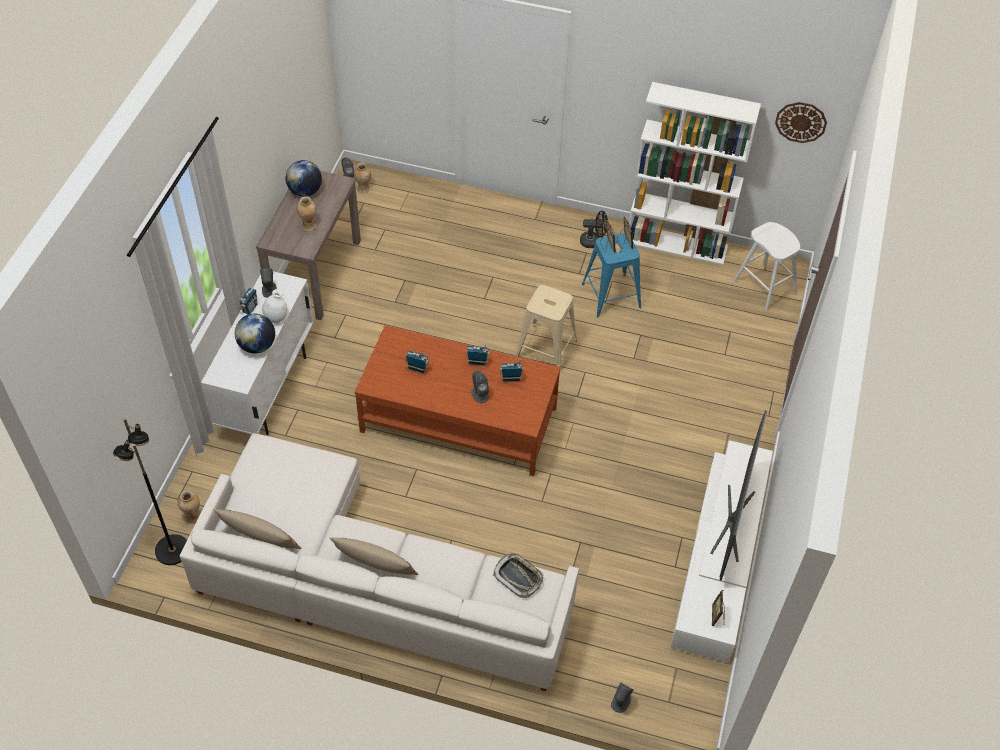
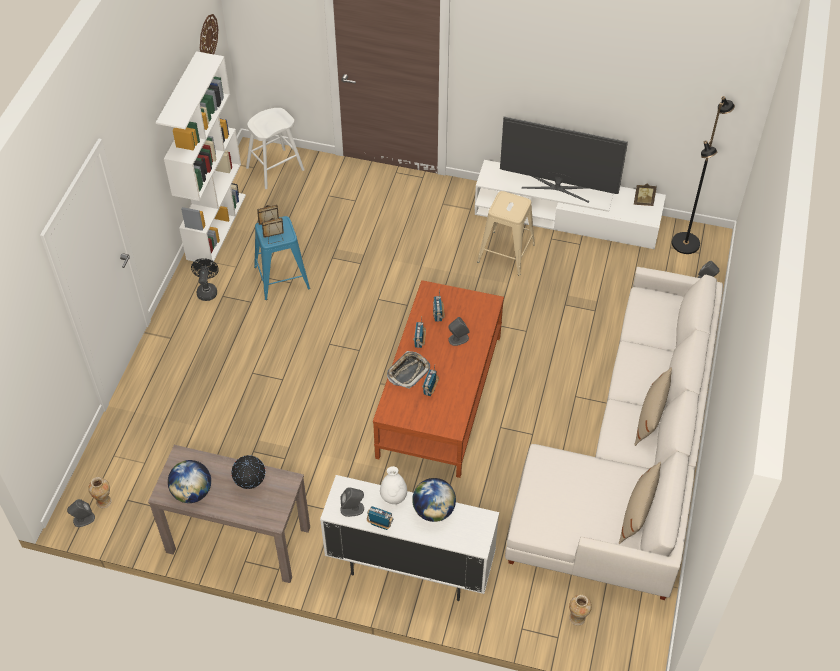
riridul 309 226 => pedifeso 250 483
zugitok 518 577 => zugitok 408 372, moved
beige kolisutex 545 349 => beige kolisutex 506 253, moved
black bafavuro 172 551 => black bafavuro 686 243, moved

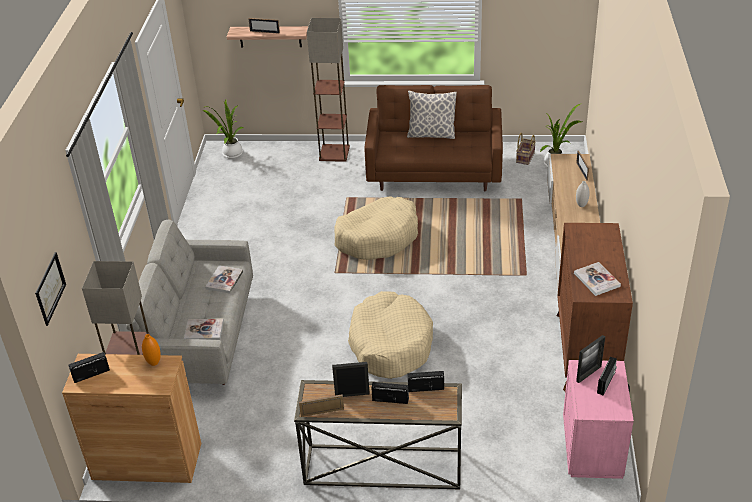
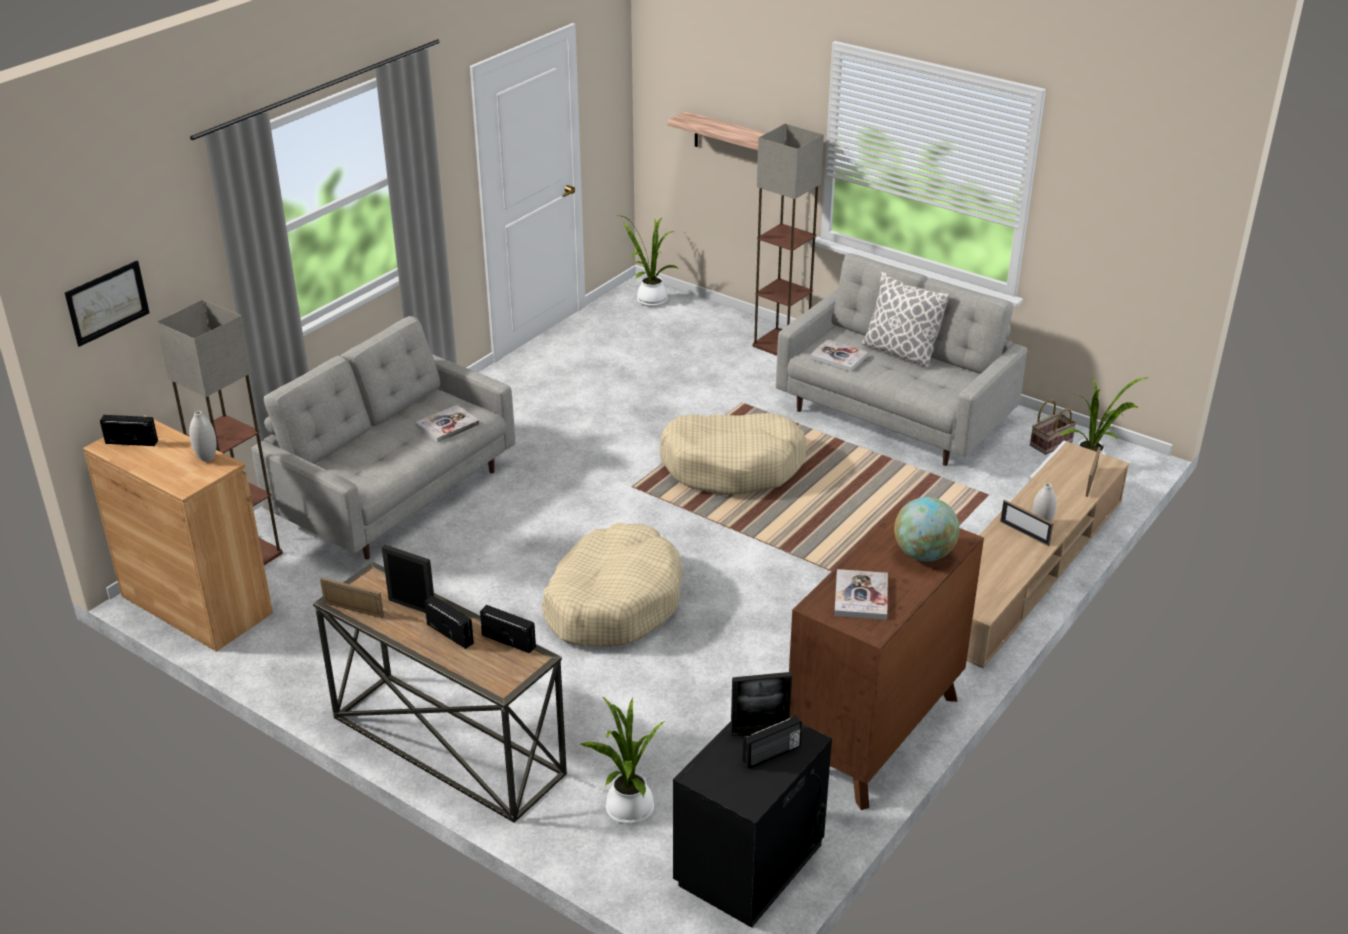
orange riridul 154 363 => white riridul 207 458
nothing => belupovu 627 811
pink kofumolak 593 448 => black kofumolak 751 865
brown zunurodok 435 173 => grey zunurodok 895 416
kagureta 204 331 => kagureta 838 357, moved
nothing => pedifeso 923 554
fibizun 264 32 => fibizun 1024 533, moved

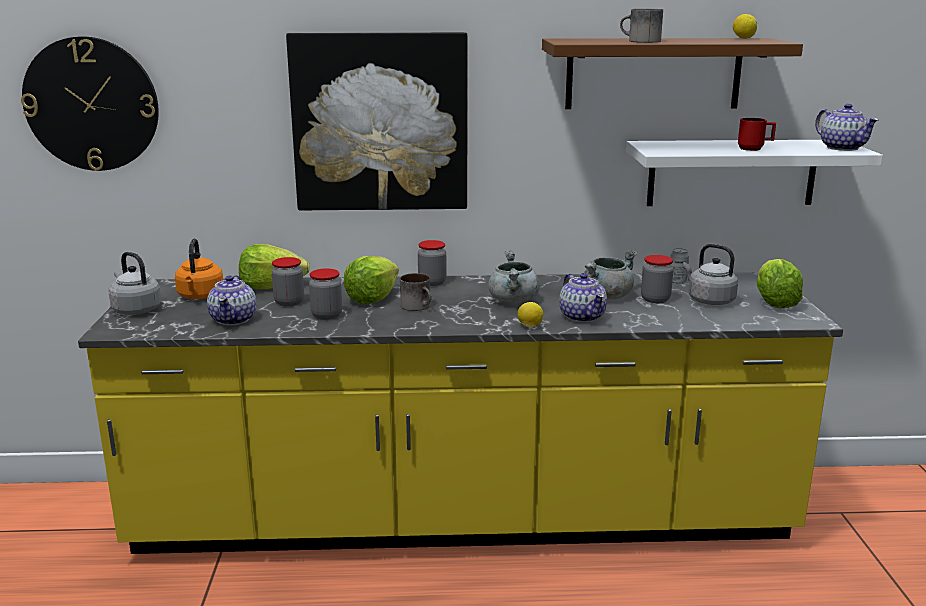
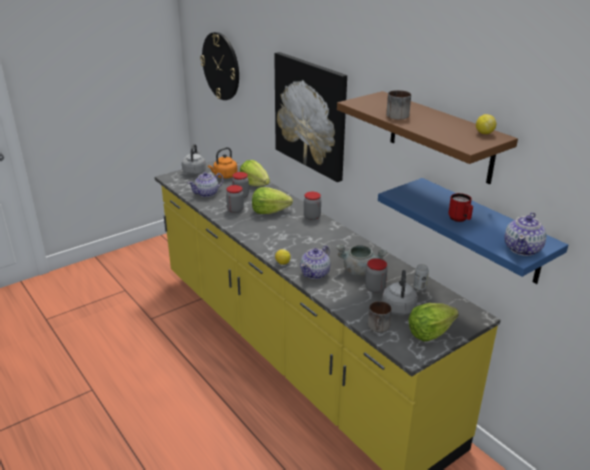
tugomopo 419 306 => tugomopo 379 327, moved
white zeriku 732 172 => blue zeriku 484 231
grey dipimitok 513 300 => nothing

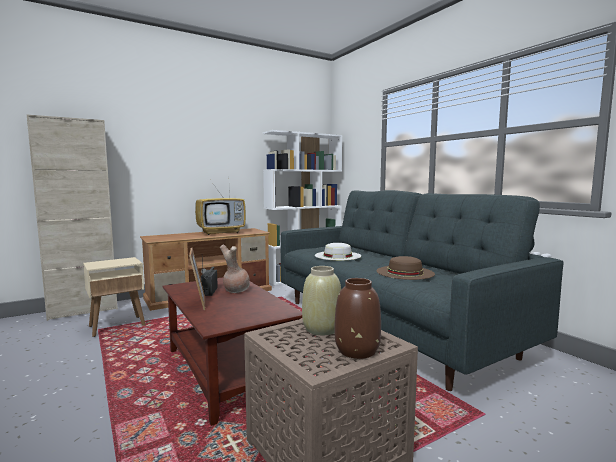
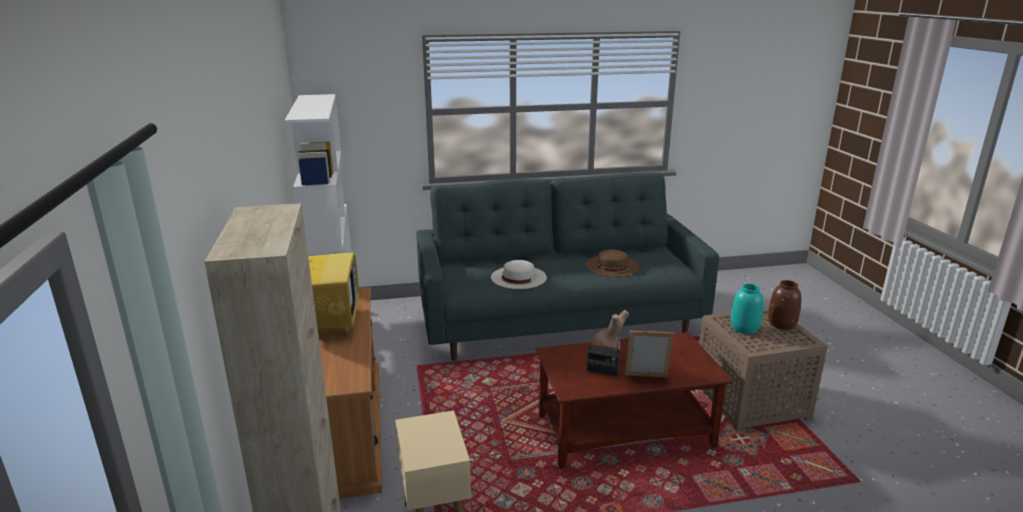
beige riridul 321 329 => turquoise riridul 744 328

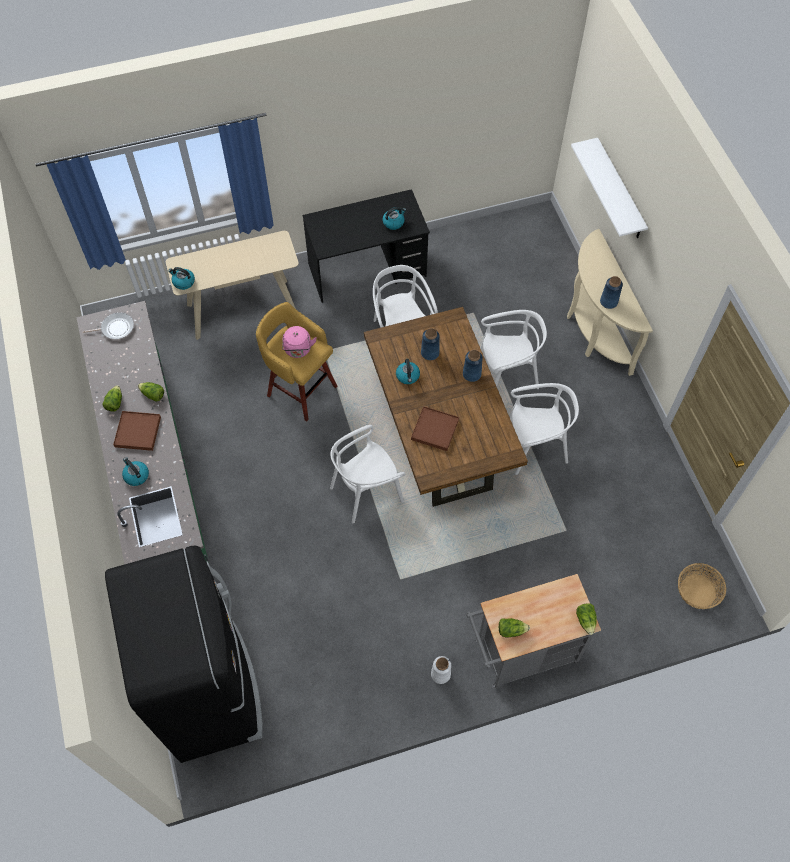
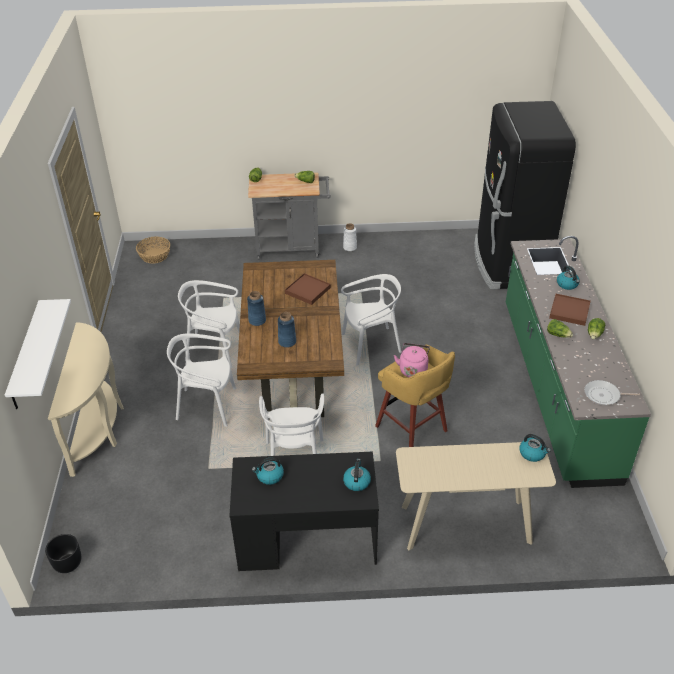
nothing => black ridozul 67 563
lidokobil 408 376 => lidokobil 356 482, moved
blue riridul 608 302 => nothing

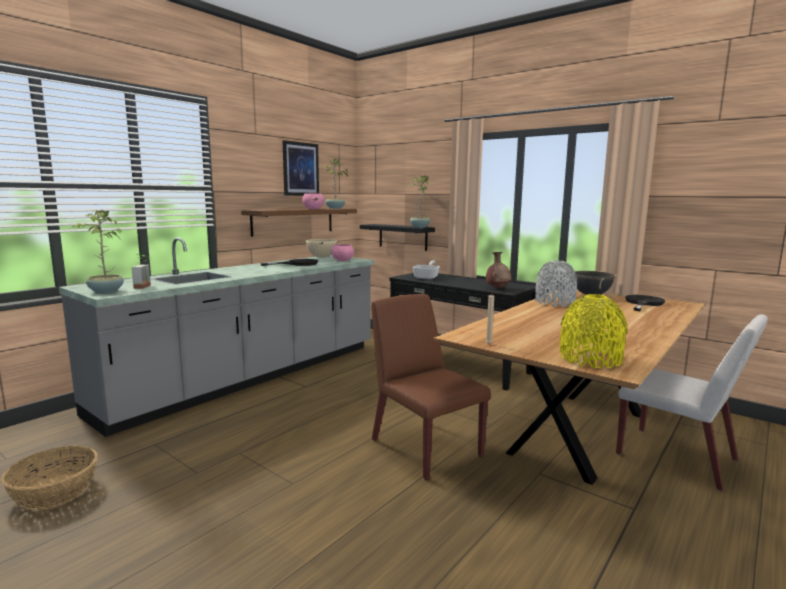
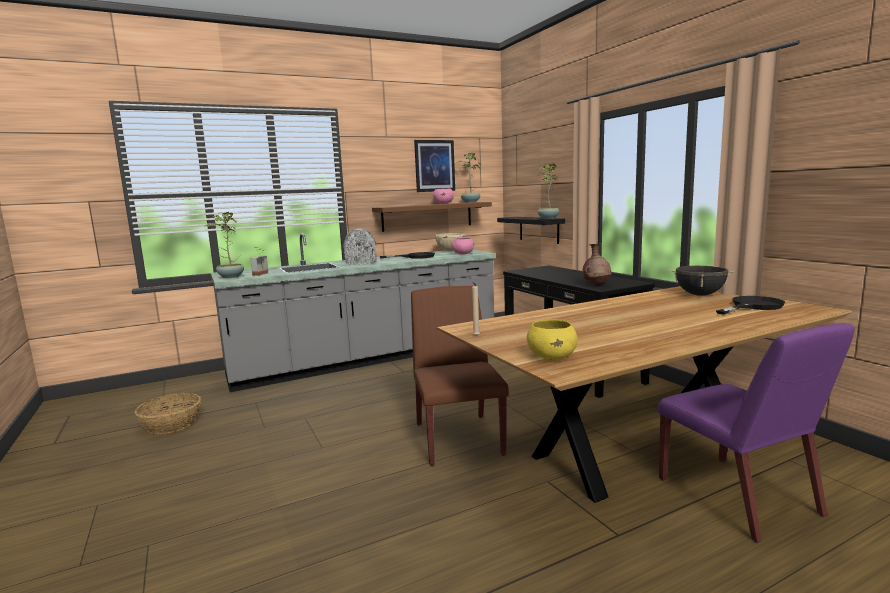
grey riridul 554 303 => grey riridul 361 263, moved
yellow riridul 590 359 => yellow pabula 552 357
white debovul 678 458 => purple debovul 739 497
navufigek 427 277 => nothing

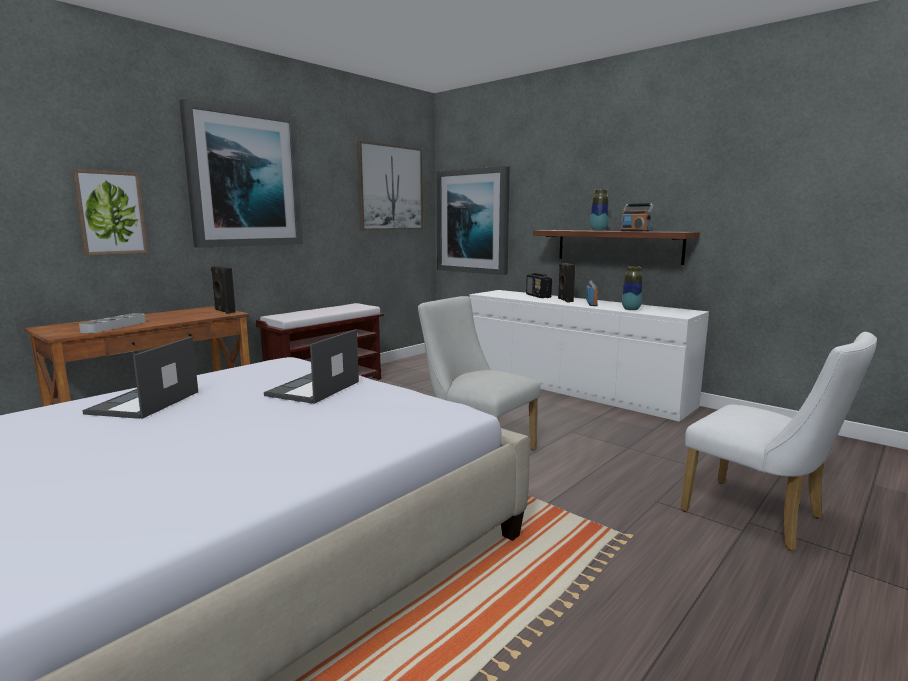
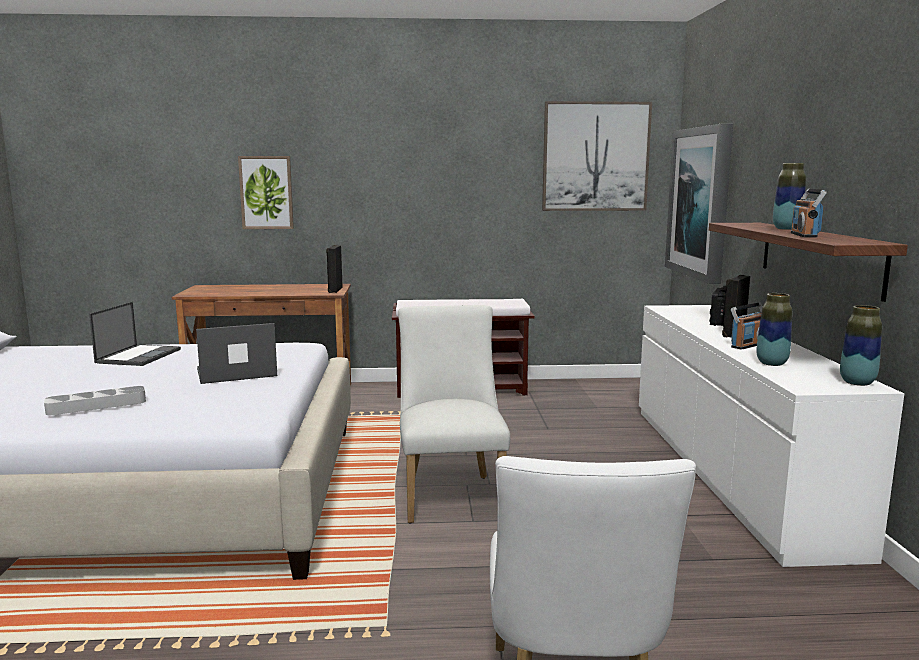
grey zugitok 114 327 => grey zugitok 97 405, moved
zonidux 144 403 => zonidux 139 356, 135 degrees clockwise
nothing => riridul 857 383
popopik 244 179 => nothing

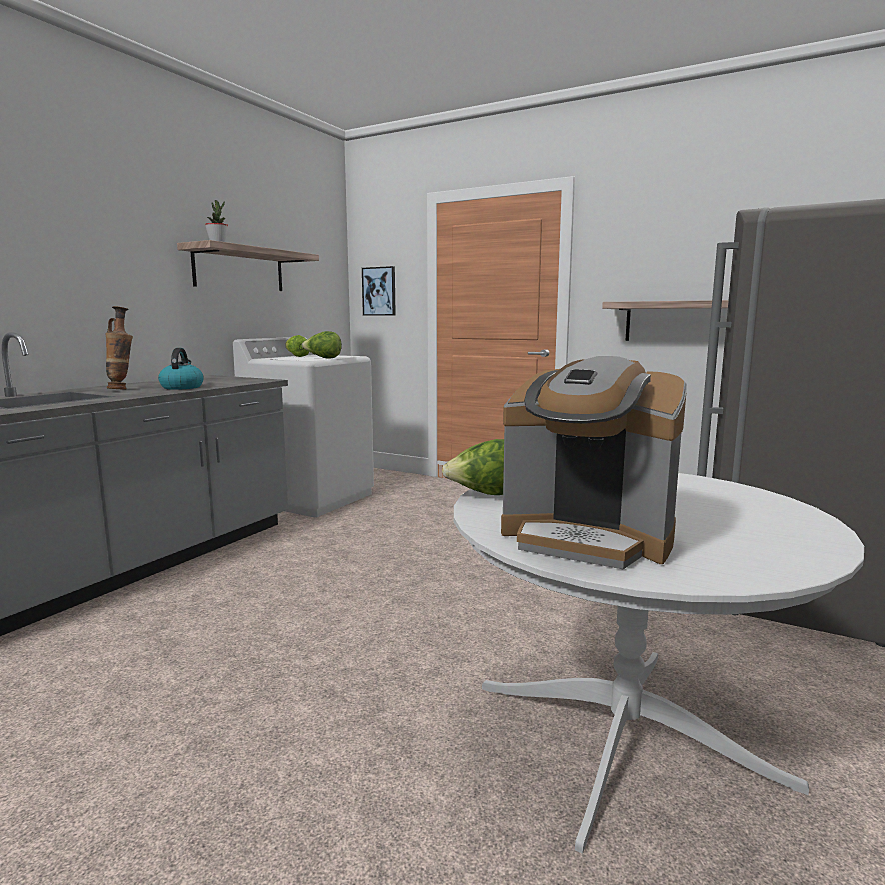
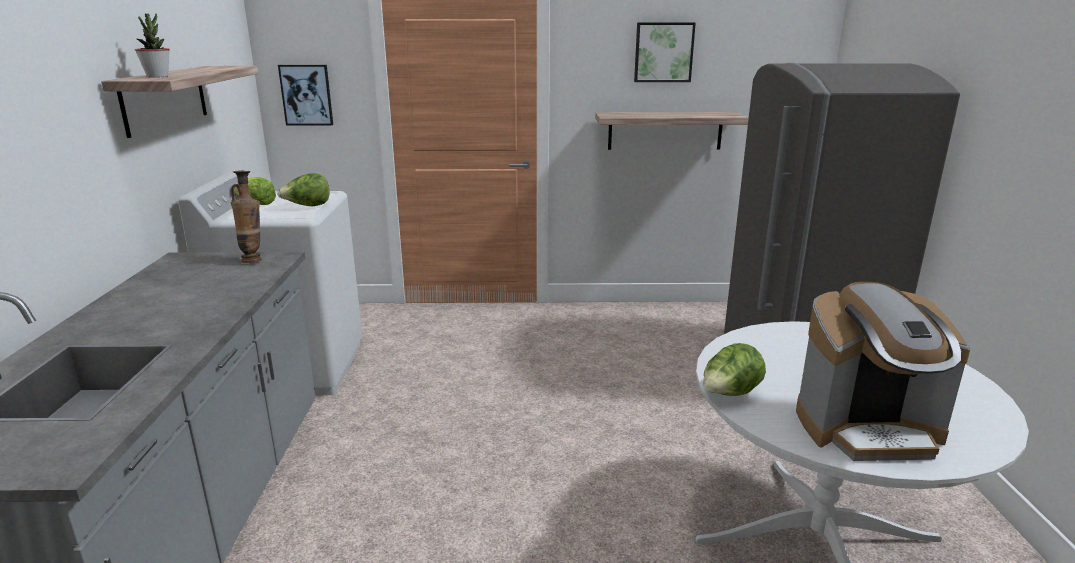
riridul 122 389 => riridul 253 260, moved
nothing => popopik 663 52
lidokobil 182 387 => nothing

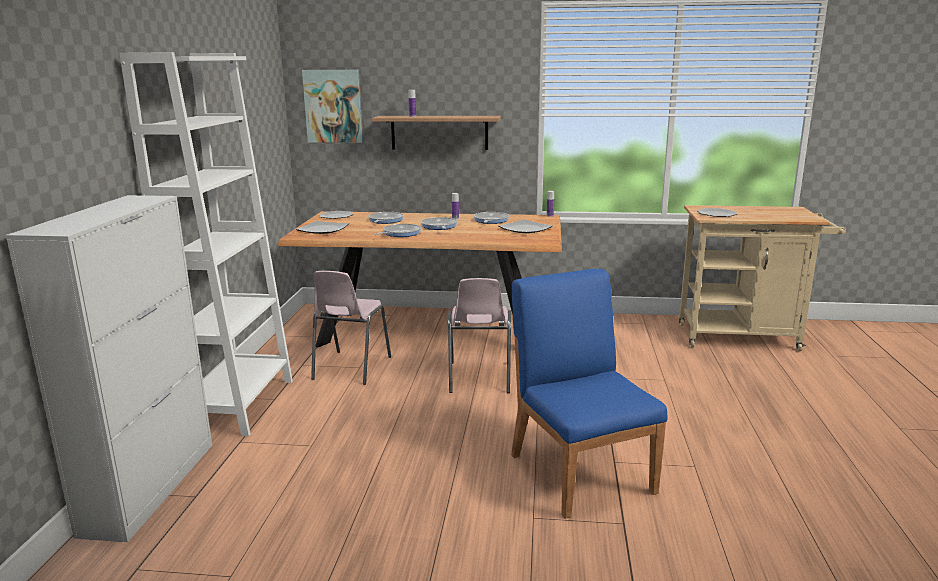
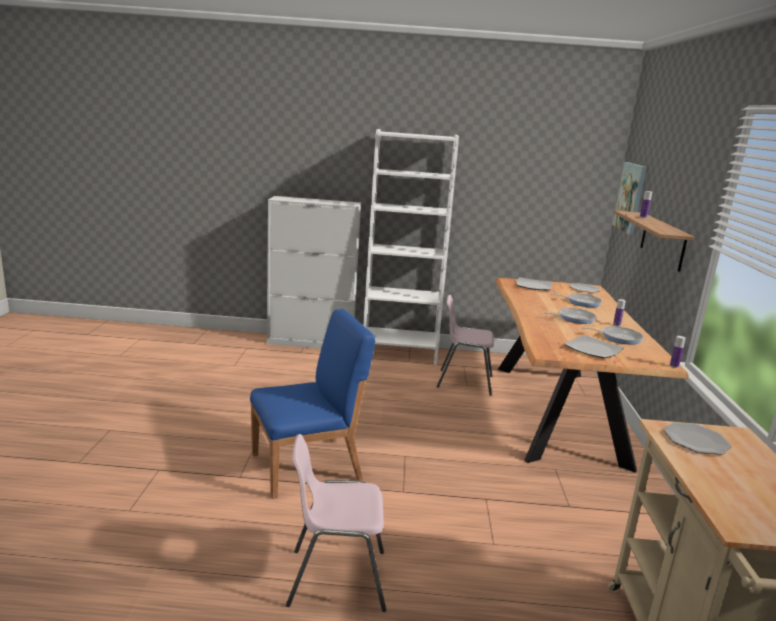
pink debovul 479 378 => pink debovul 336 578, moved
navufigek 400 233 => nothing

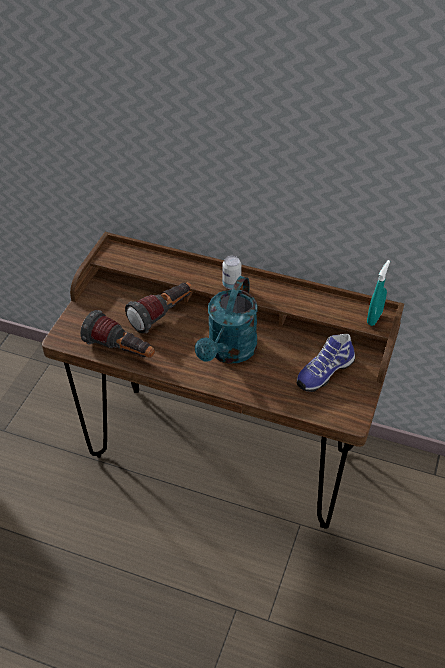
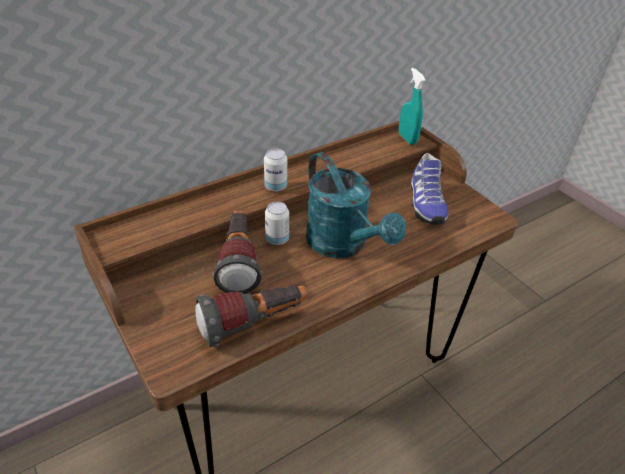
nothing => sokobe 277 239

